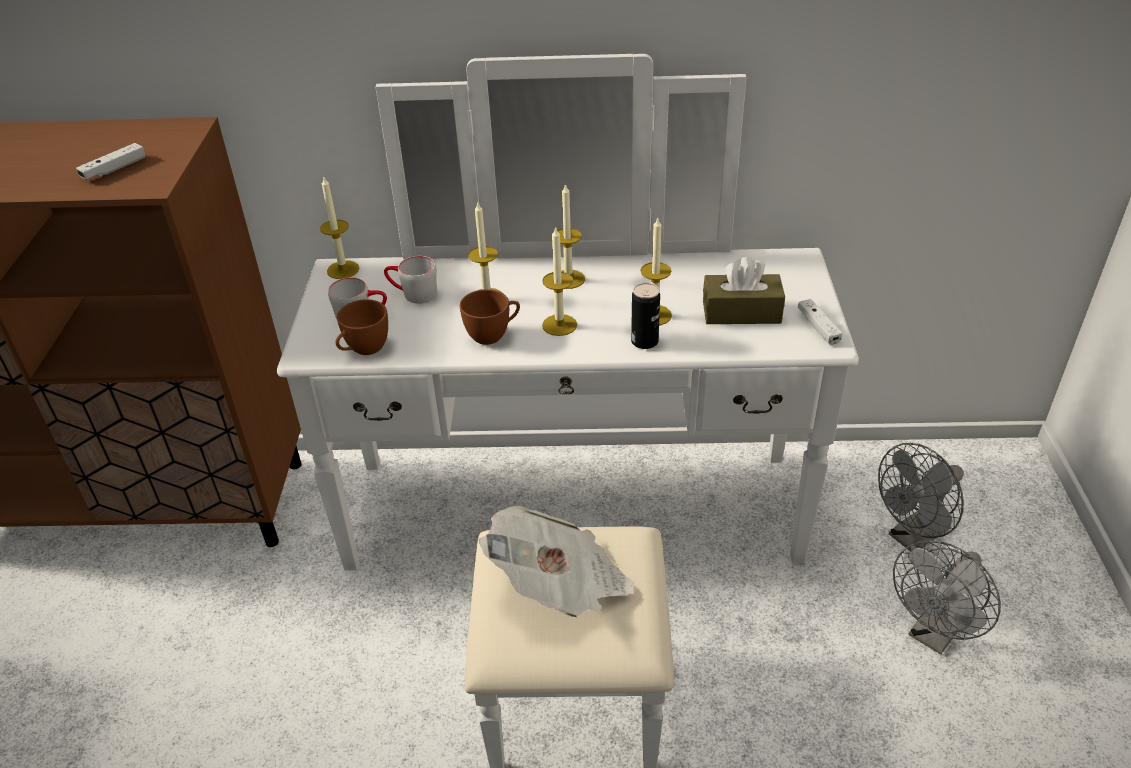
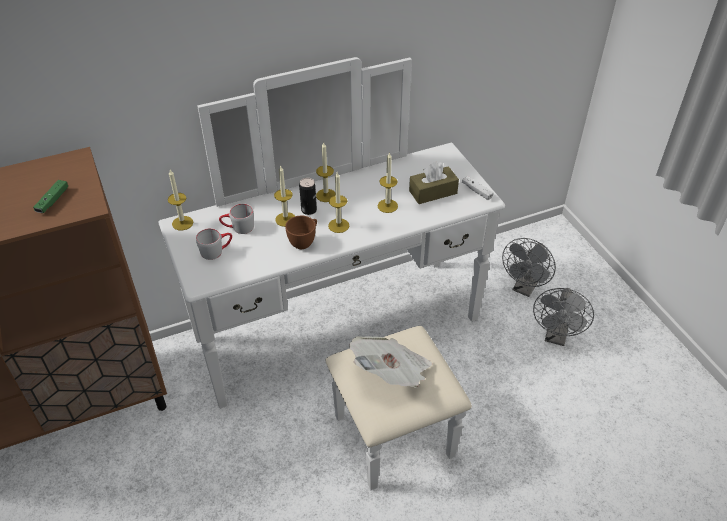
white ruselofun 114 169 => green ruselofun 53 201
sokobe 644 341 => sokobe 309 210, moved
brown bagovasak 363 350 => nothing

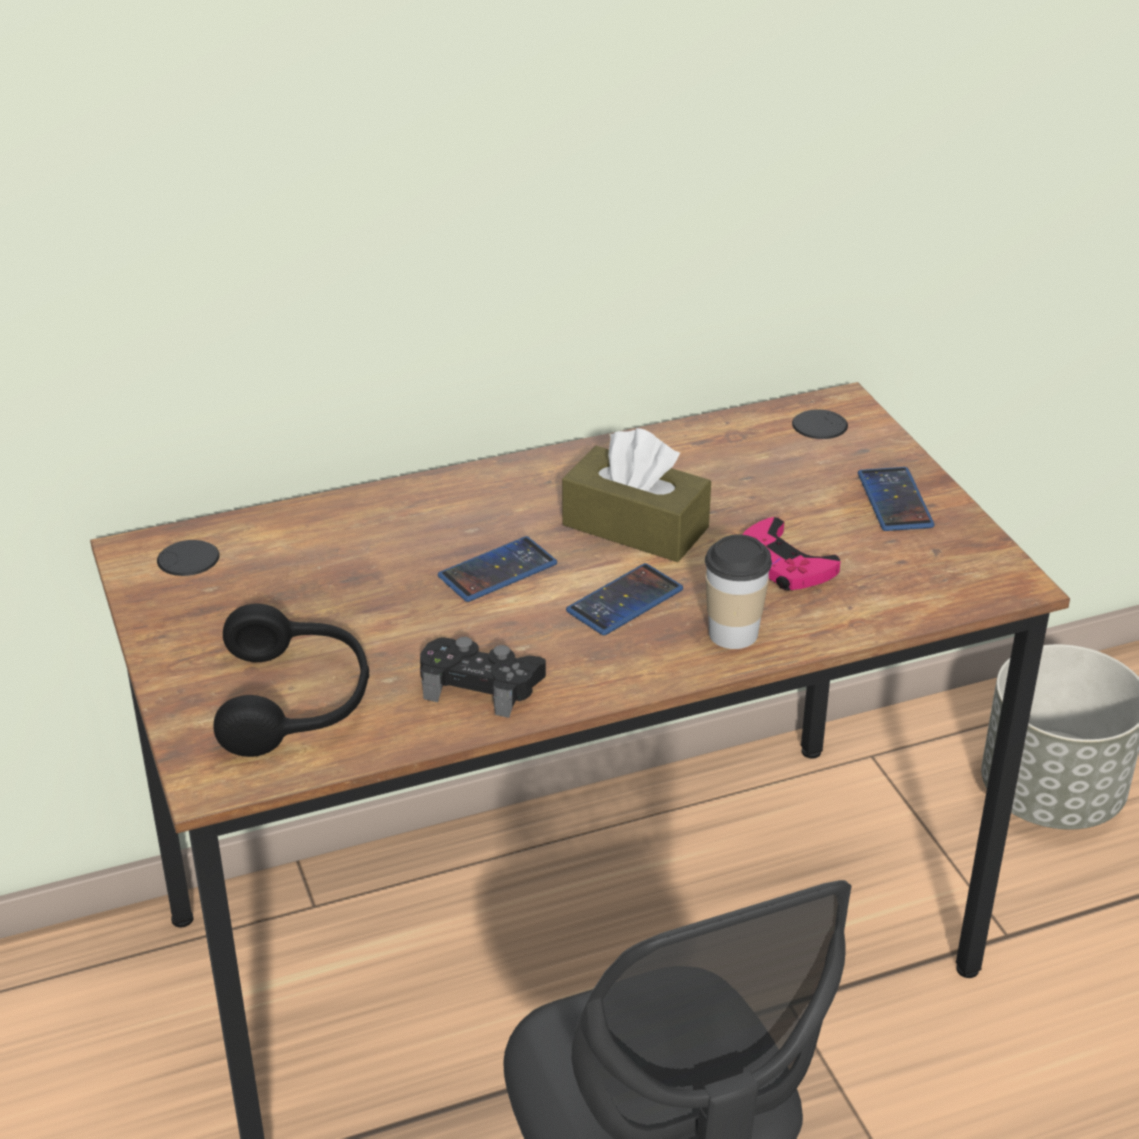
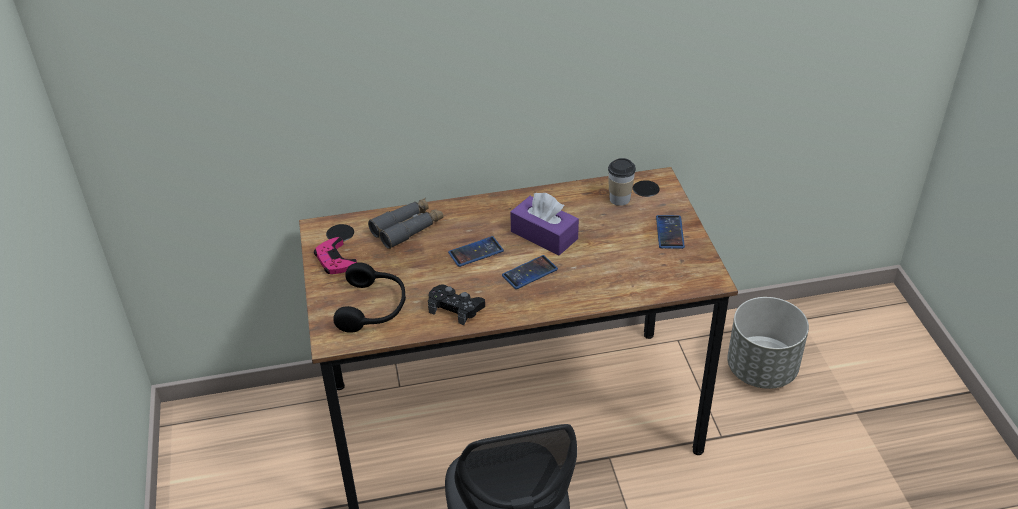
pink ruselofun 782 564 => pink ruselofun 335 260, moved
nothing => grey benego 407 228
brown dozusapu 635 526 => purple dozusapu 544 235
bagovasak 733 633 => bagovasak 619 199, moved

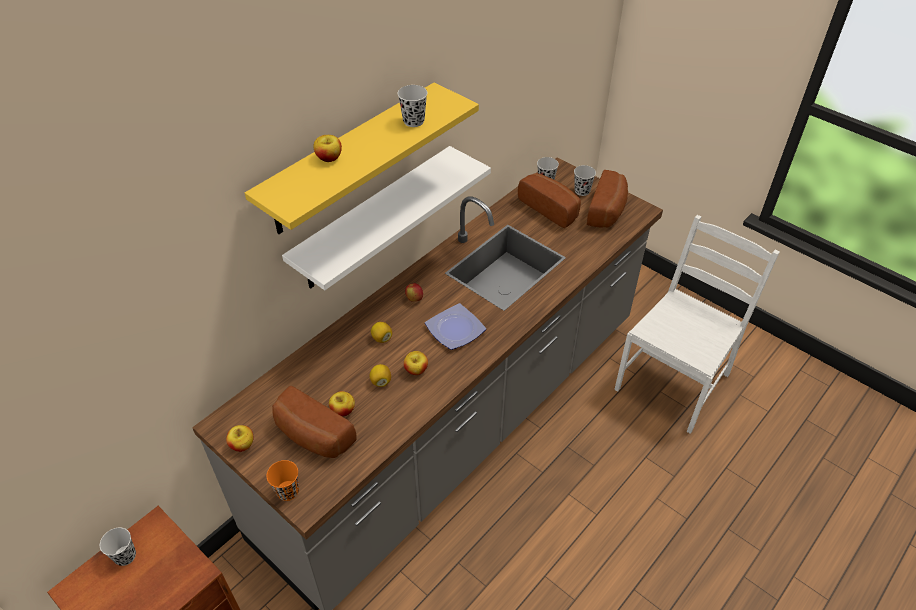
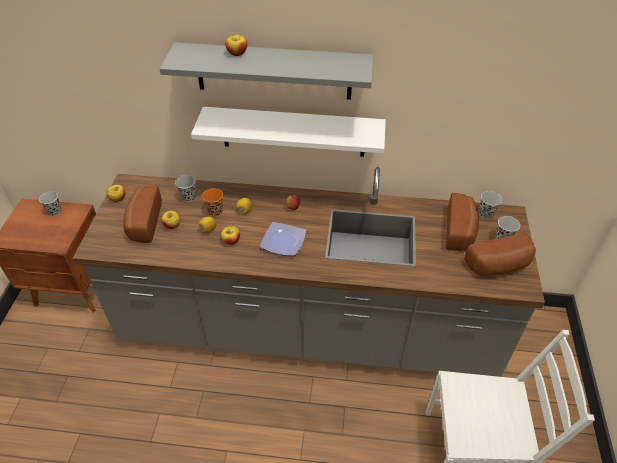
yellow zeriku 350 159 => grey zeriku 273 71
black bagovasak 413 121 => black bagovasak 188 197, moved
orange bagovasak 287 491 => orange bagovasak 215 211, moved

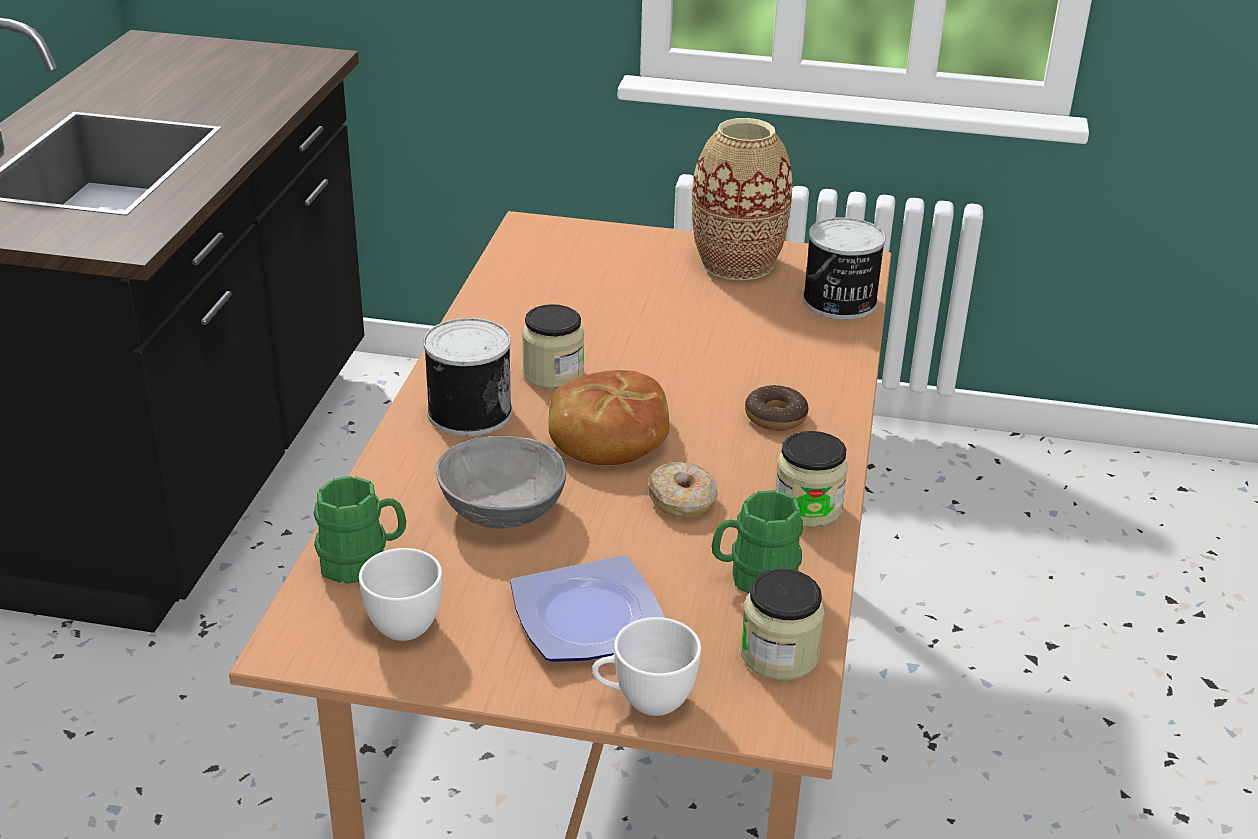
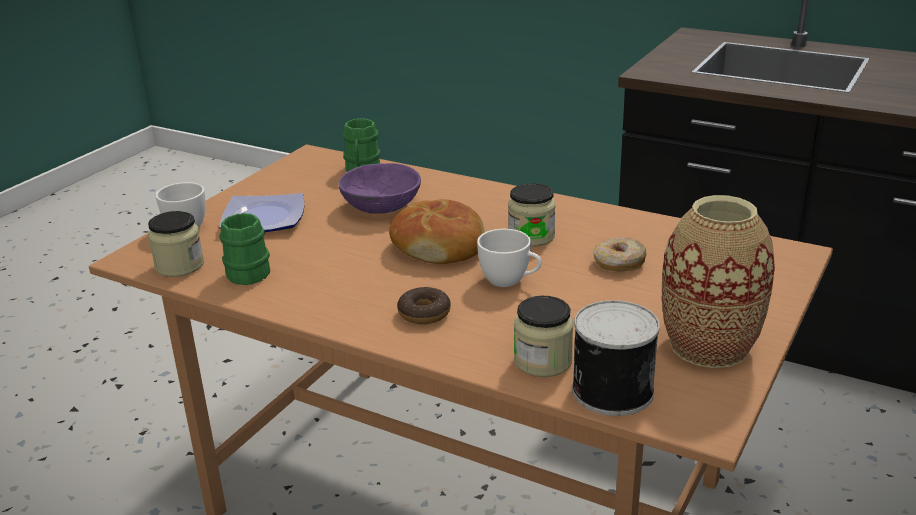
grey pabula 501 510 => purple pabula 380 206
white bagovasak 407 619 => white bagovasak 510 281, moved
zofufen 807 507 => zofufen 543 361, moved
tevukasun 683 500 => tevukasun 619 263, moved
sokobe 467 412 => nothing

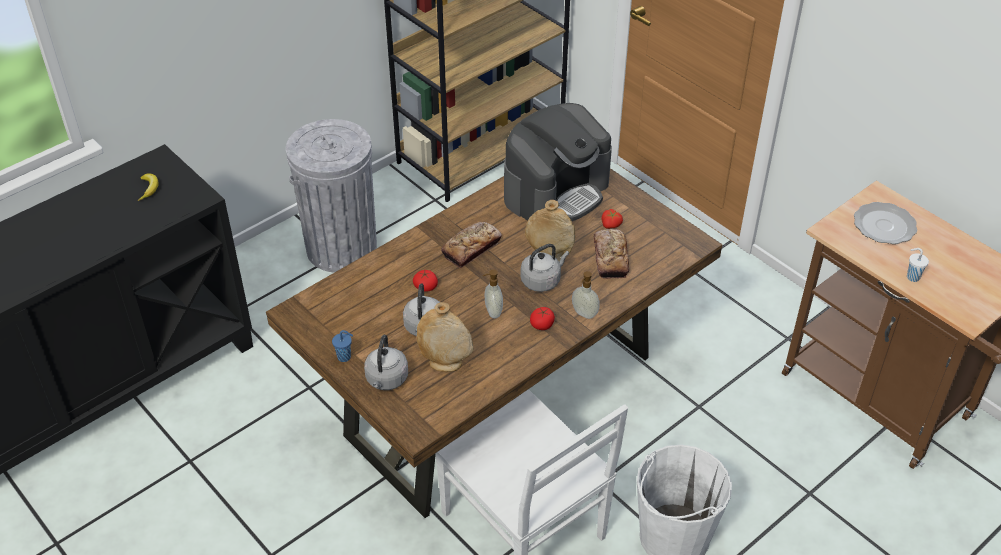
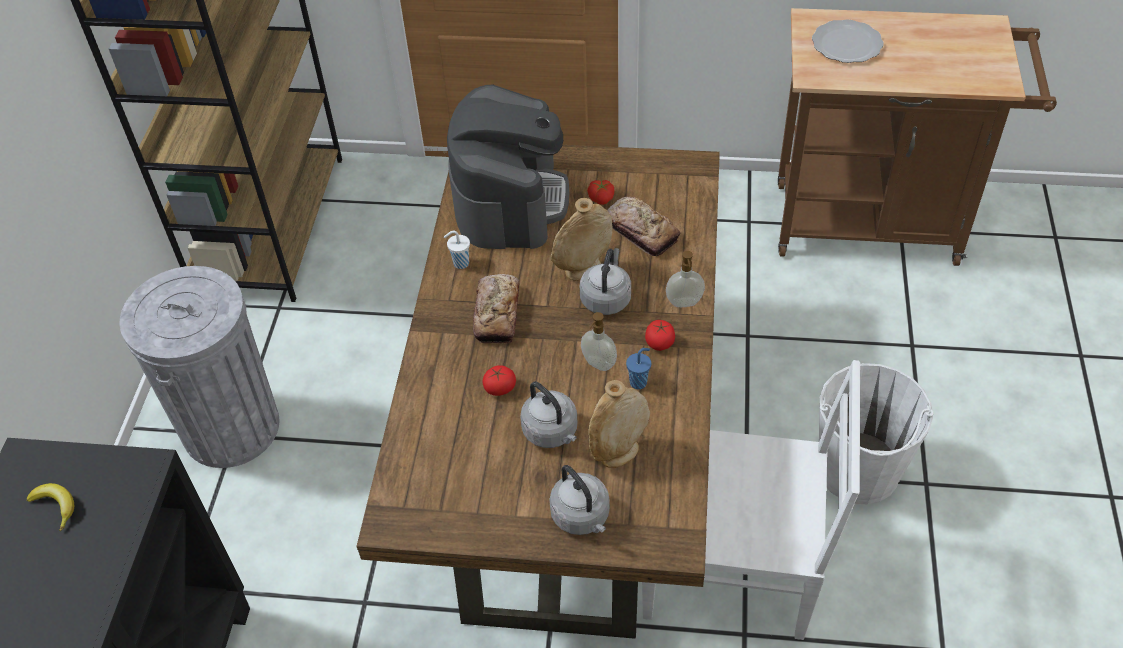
white bagovasak 912 277 => white bagovasak 460 263, moved
blue bagovasak 345 357 => blue bagovasak 639 382, moved

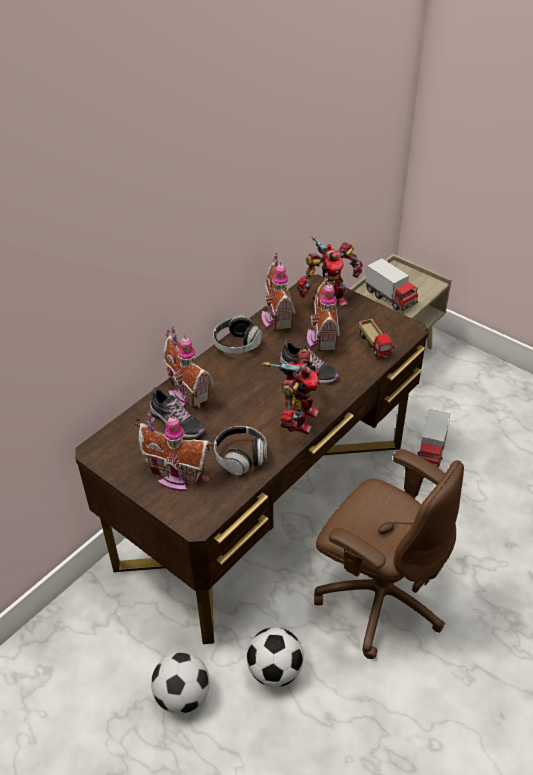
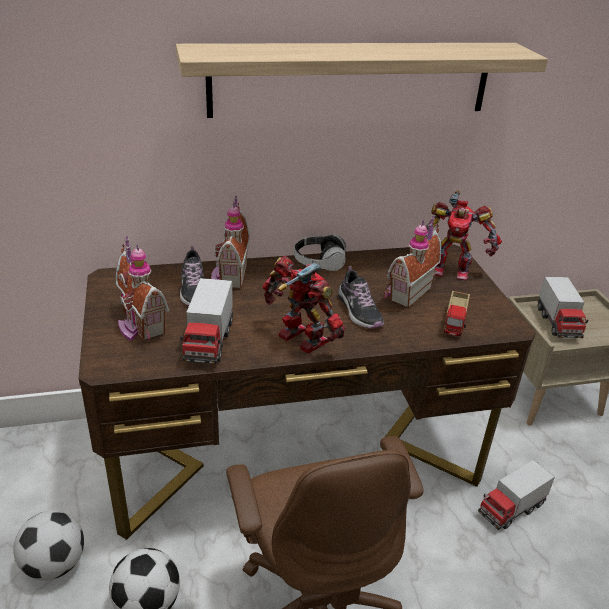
nothing => zeriku 352 79
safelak 241 457 => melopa 209 342
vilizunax 298 418 => vilizunax 301 340, 105 degrees counterclockwise
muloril 275 318 => nothing

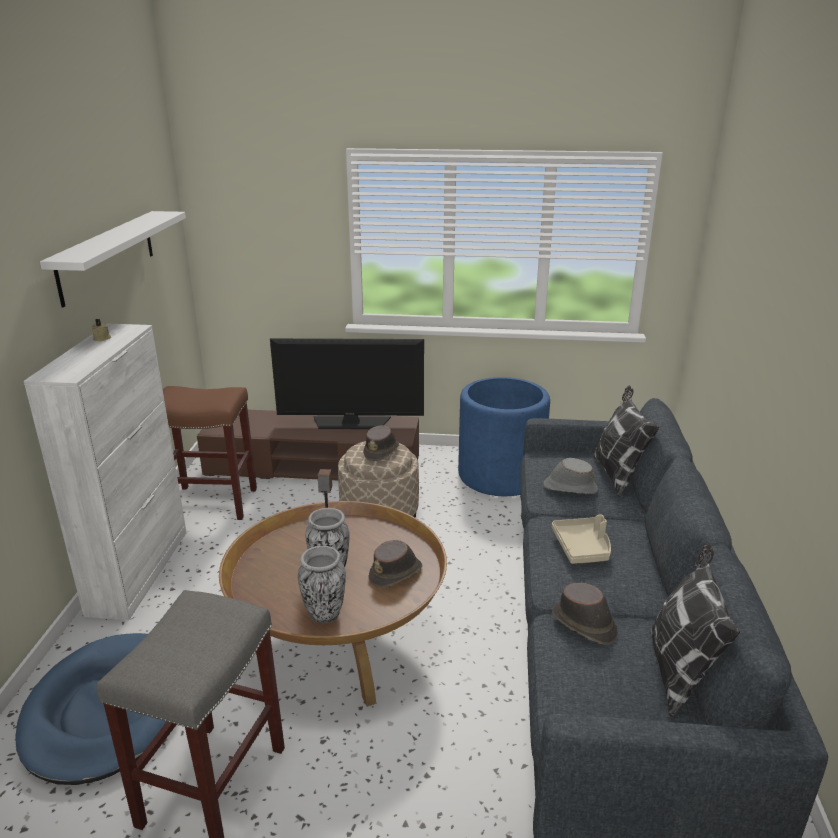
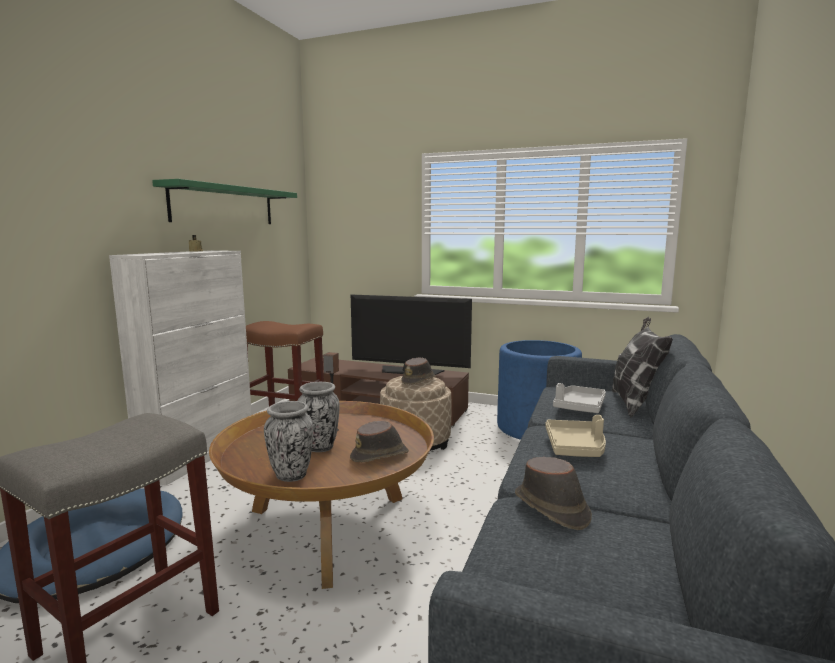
white zeriku 107 255 => green zeriku 224 205
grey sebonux 569 487 => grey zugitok 579 407
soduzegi 680 672 => nothing

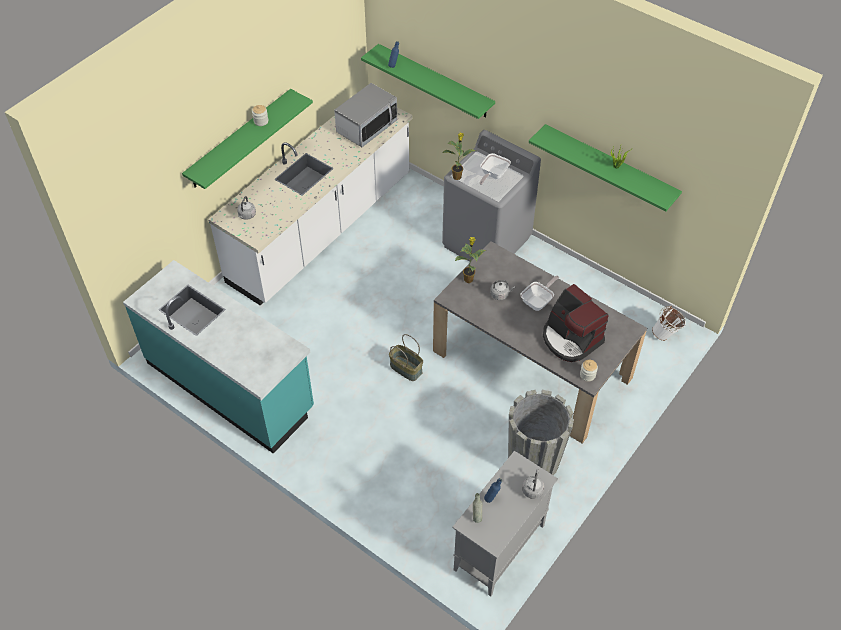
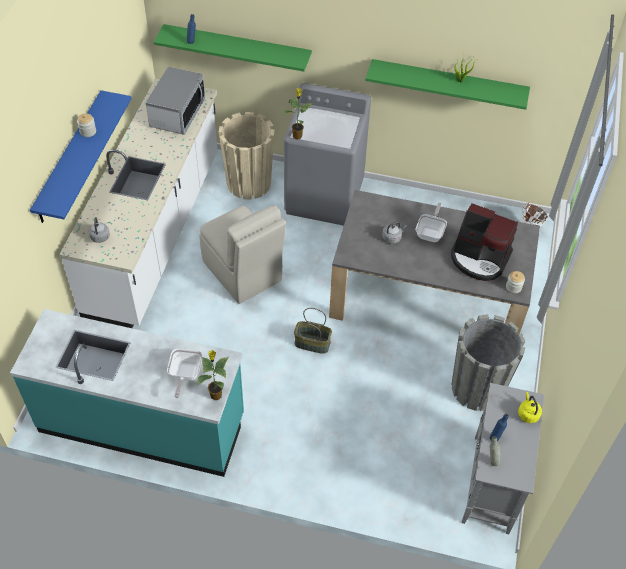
green zeriku 240 139 => blue zeriku 69 157
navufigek 492 175 => navufigek 185 375, moved
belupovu 468 279 => belupovu 216 394, moved
nothing => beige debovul 243 272
nothing => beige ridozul 249 183
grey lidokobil 532 489 => yellow lidokobil 527 414

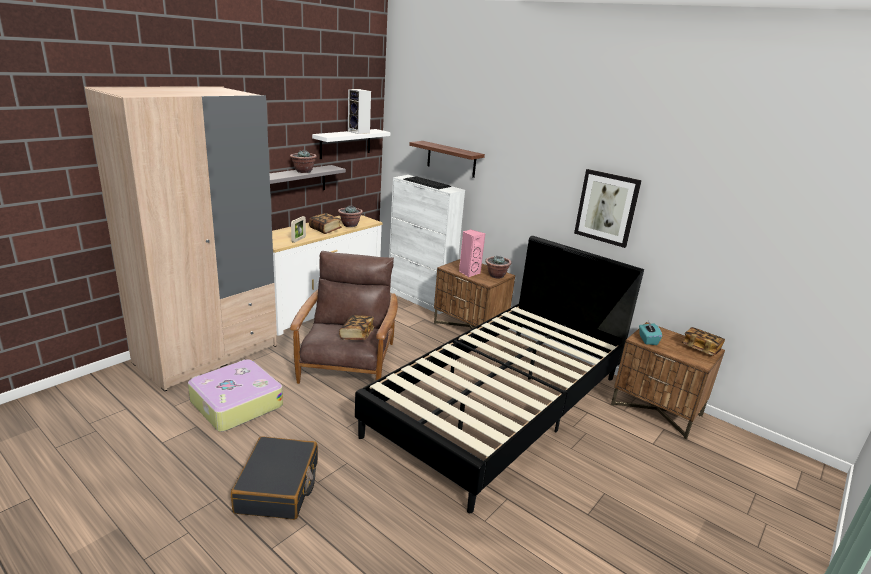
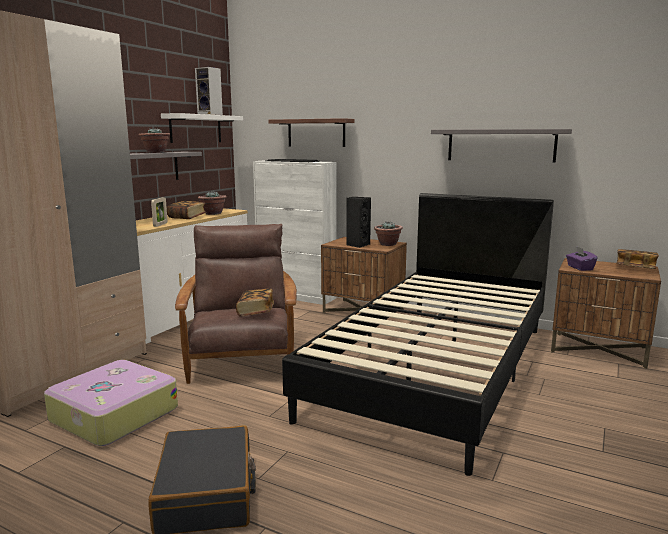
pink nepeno 469 272 => black nepeno 357 245
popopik 607 207 => grey zeriku 500 145
turquoise dozusapu 647 340 => purple dozusapu 579 268

